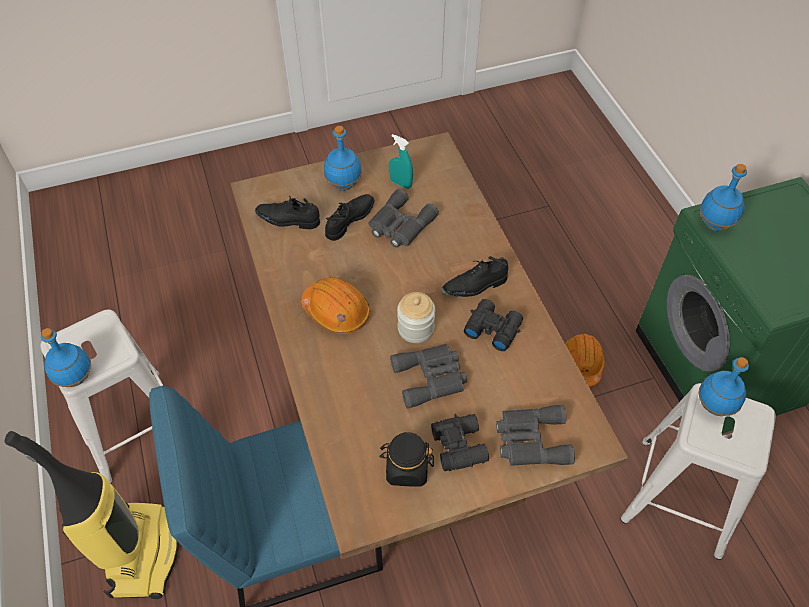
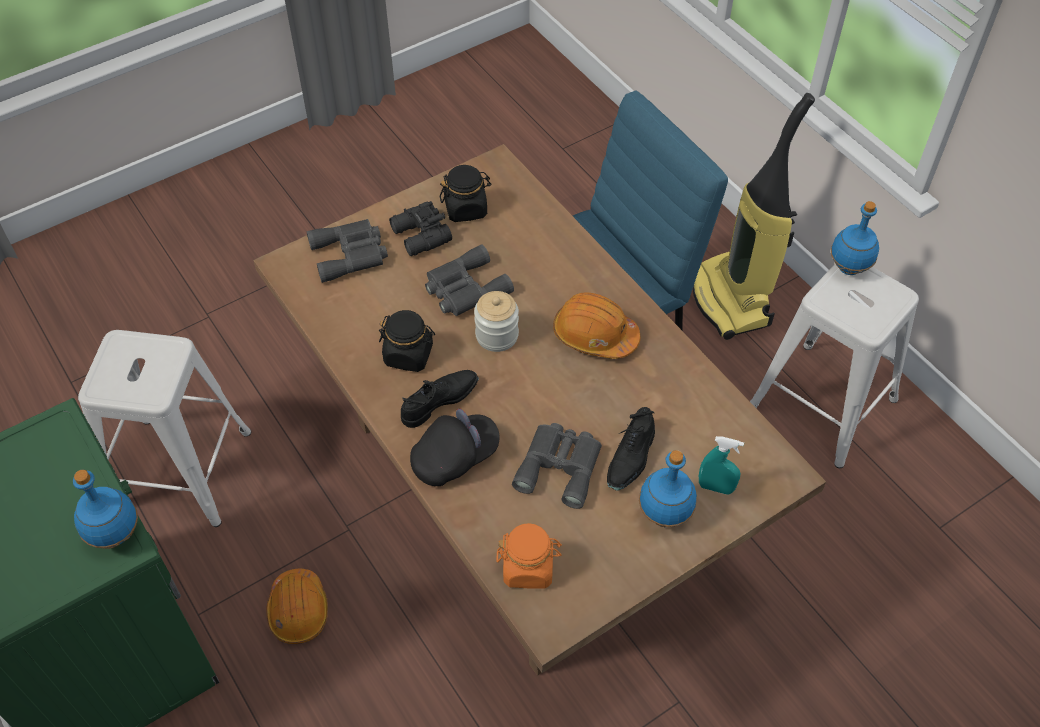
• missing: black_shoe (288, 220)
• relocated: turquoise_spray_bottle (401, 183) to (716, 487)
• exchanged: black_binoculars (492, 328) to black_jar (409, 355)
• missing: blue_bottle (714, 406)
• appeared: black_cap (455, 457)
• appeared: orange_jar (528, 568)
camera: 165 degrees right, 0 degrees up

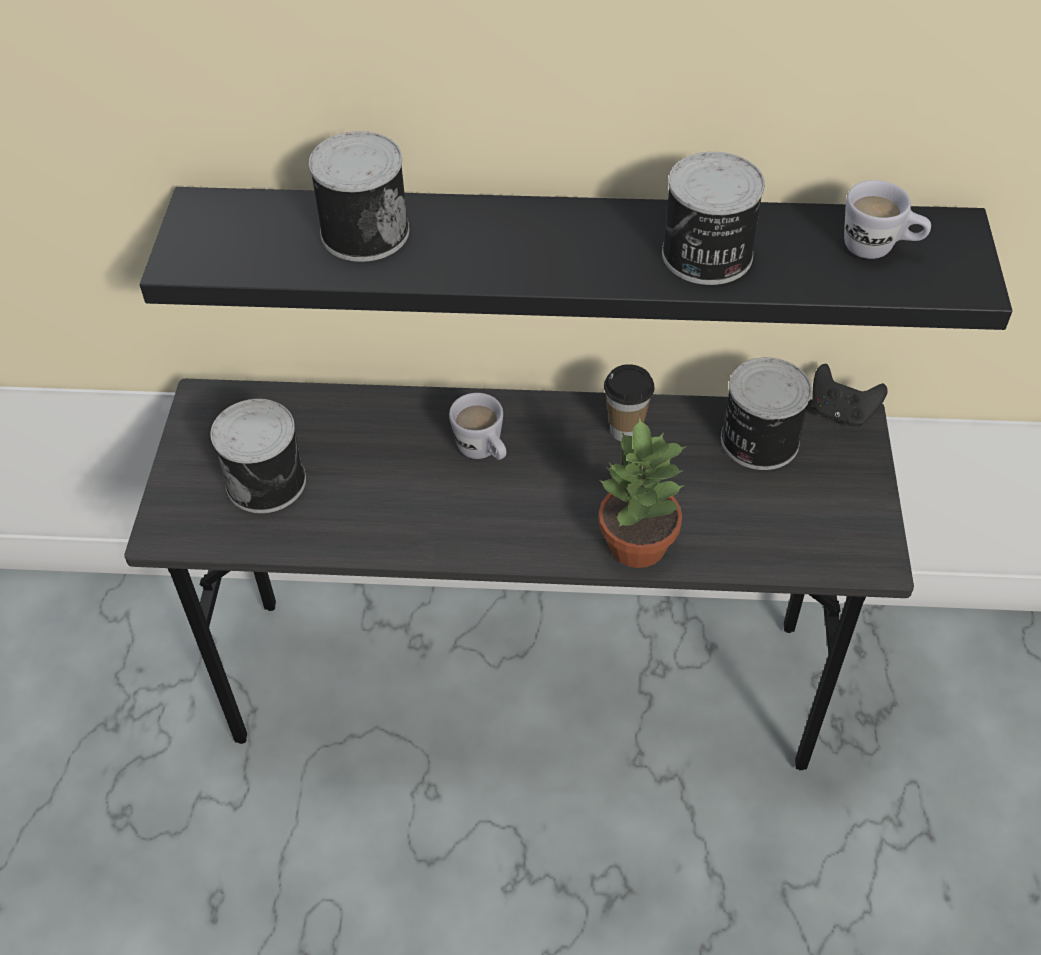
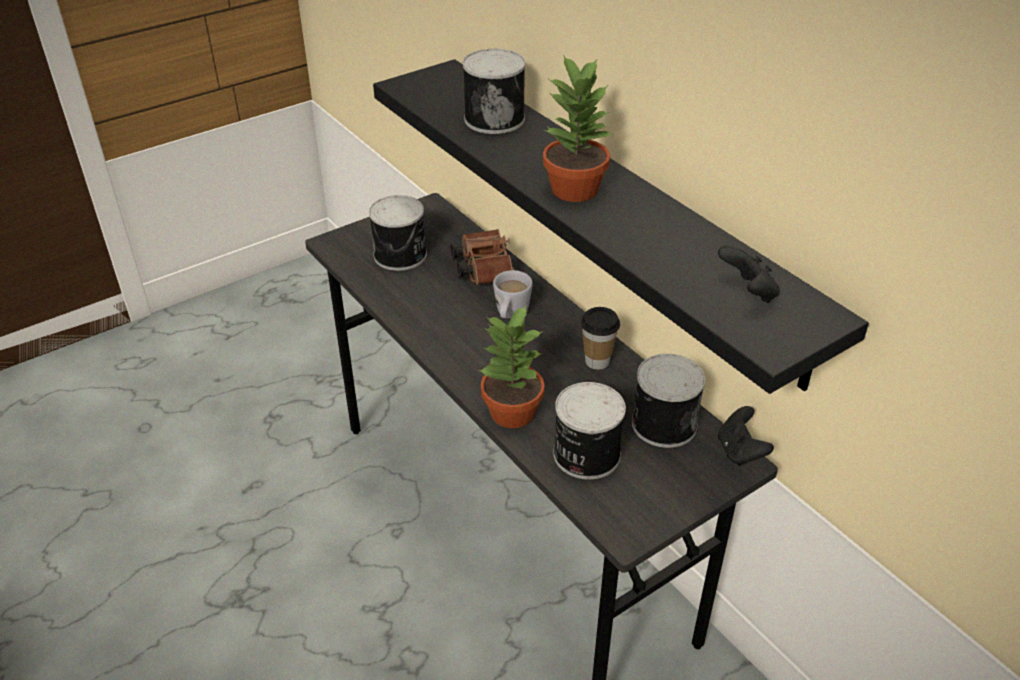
• relocated: can (706, 256) to (585, 455)
• exchanged: white_mug (879, 249) to black_game_controller (748, 292)
• appeared: brown_binoculars (483, 268)
• appeared: potted_plant (575, 188)
camera: 50 degrees right, 10 degrees down

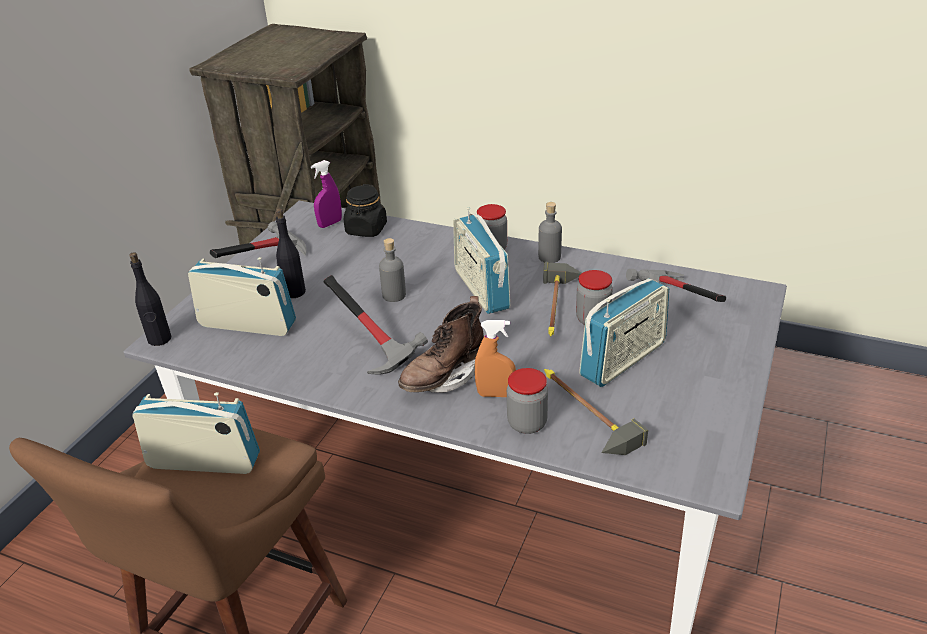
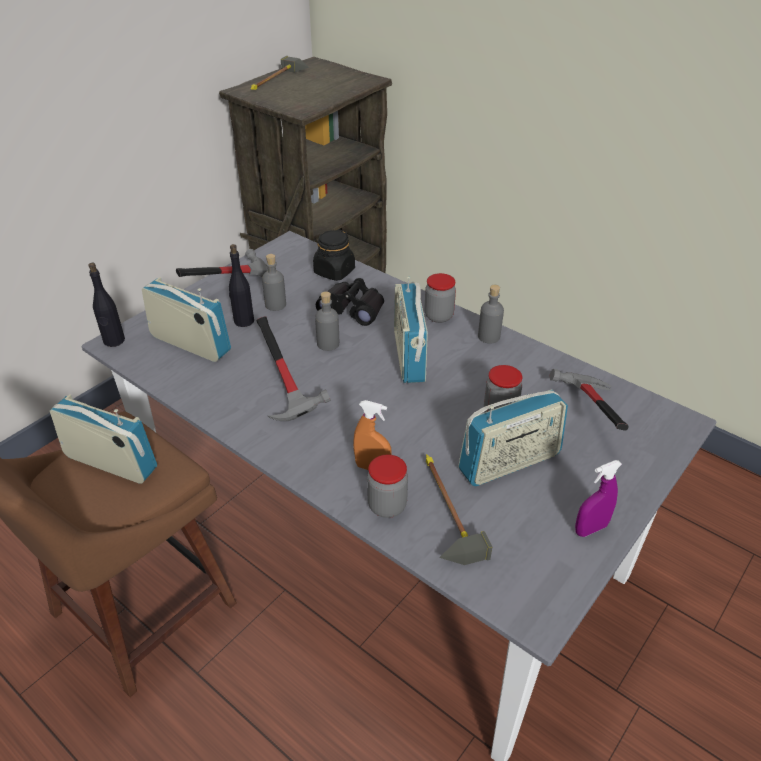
• relocated: purple_spray_bottle (330, 224) to (590, 529)
• missing: brown_boot (444, 377)
• relocated: hammer (561, 308) to (278, 82)
• appeared: grey_bottle (275, 305)
• appeared: black_binoculars (353, 309)
camera: 15 degrees right, 5 degrees up

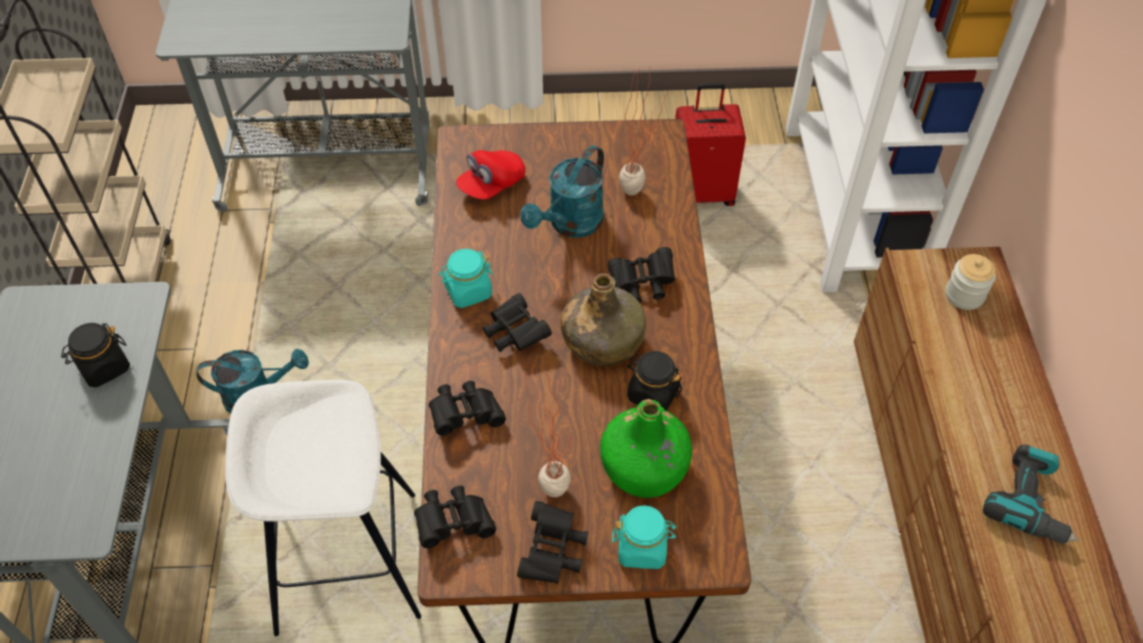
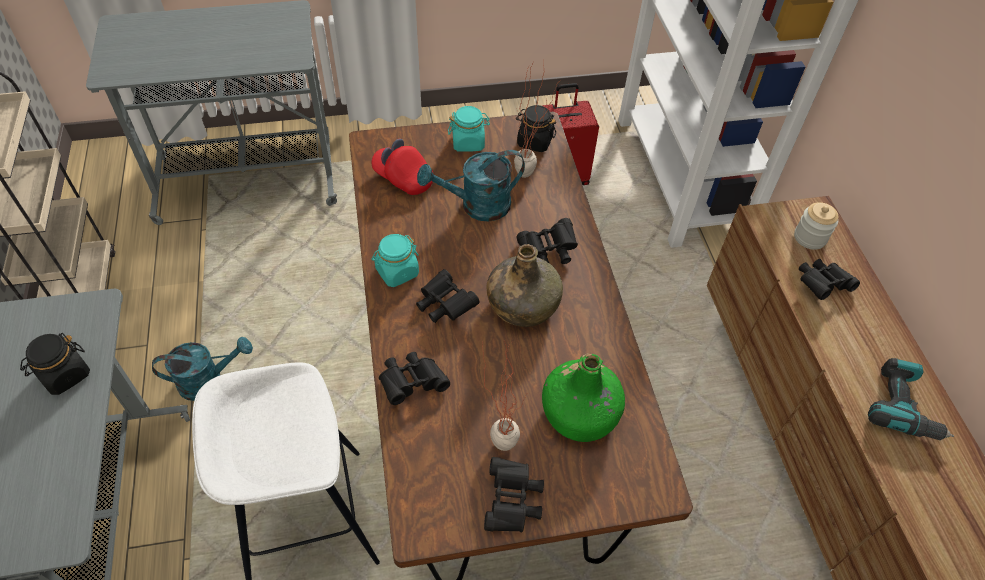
• relocated: black_binoculars (454, 523) to (821, 285)
• spun: red_cap (491, 185) = (403, 178) 90 degrees clockwise
• spun: turquoise_watering_can (570, 224) = (477, 206) 45 degrees clockwise
• relocated: turquoise_jar (642, 548) to (468, 142)
• relocated: black_jar (652, 394) to (534, 141)
camera: 10 degrees left, 0 degrees up

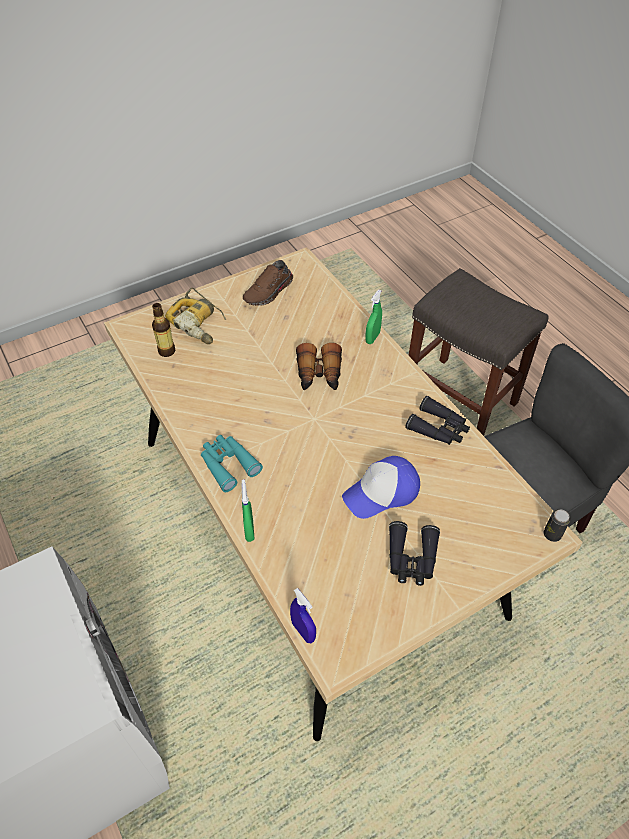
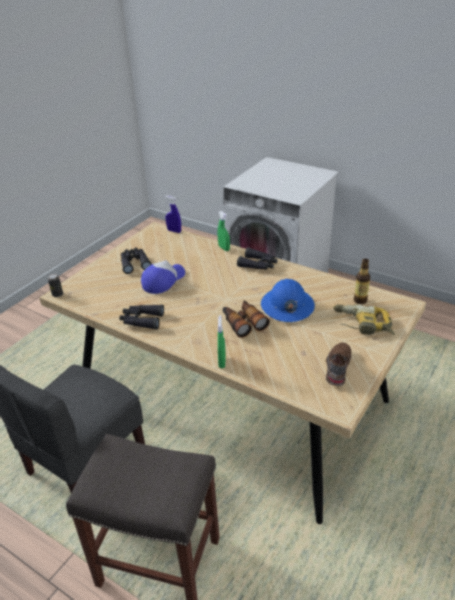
• colour: turquoise_binoculars (228, 464) to black_binoculars (258, 265)
• appeared: blue_hard_hat (287, 306)
camera: 155 degrees right, 15 degrees down

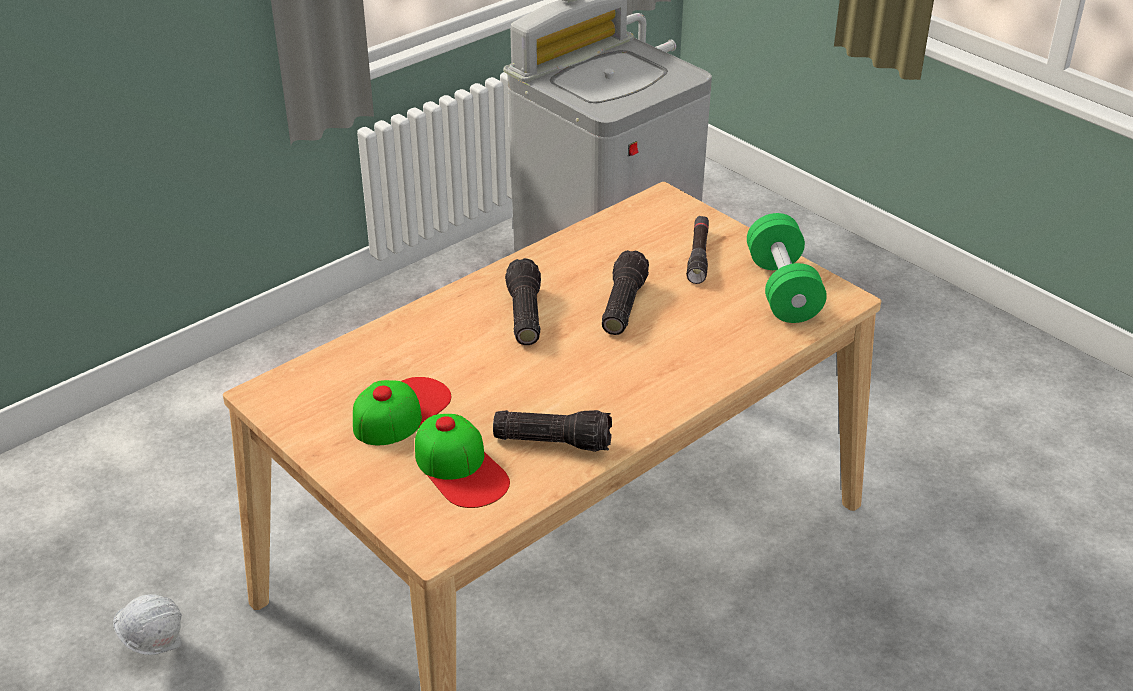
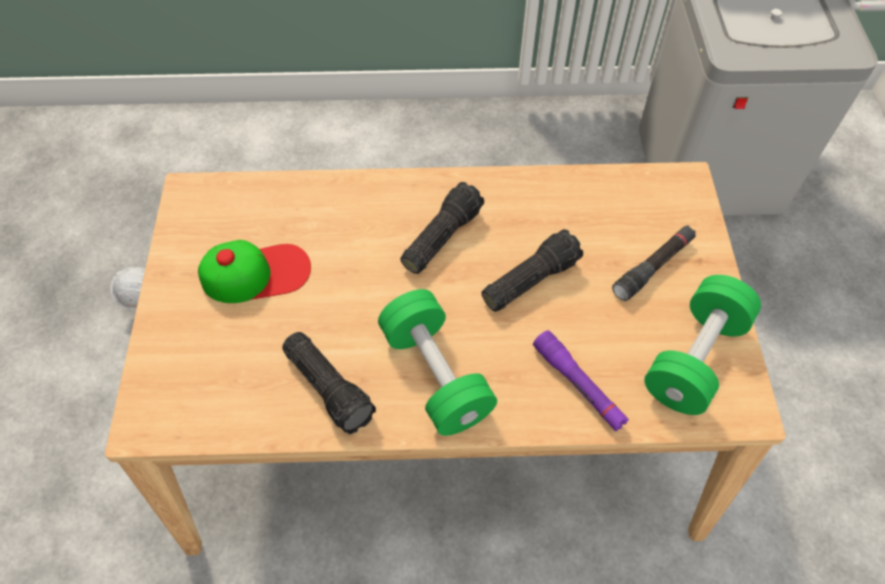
• missing: cap (460, 468)
• appeared: green_dumbbell (436, 375)
• appeared: purple_flashlight (578, 385)
camera: 40 degrees right, 20 degrees up

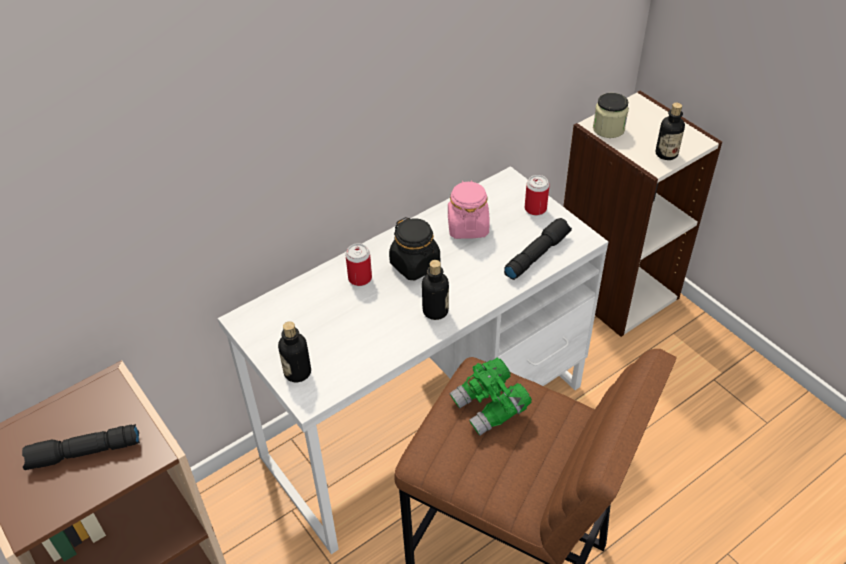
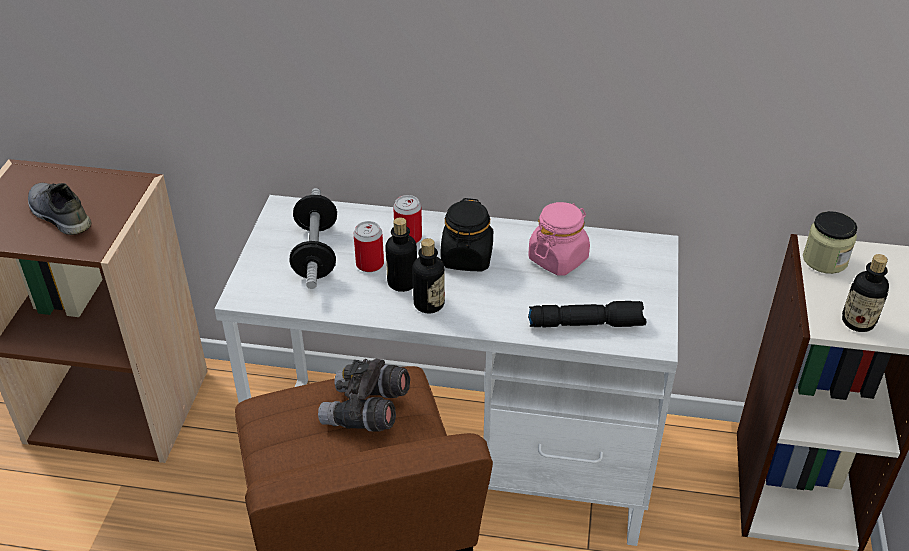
• exchanged: black_flashlight (83, 453) to grey_shoe (58, 216)
• relocated: bottle (297, 372) to (402, 282)
• colour: green_binoculars (490, 407) to grey_binoculars (366, 412)
• relocated: can (535, 209) to (370, 264)
• appeared: dumbbell (315, 253)
camera: 45 degrees right, 5 degrees down

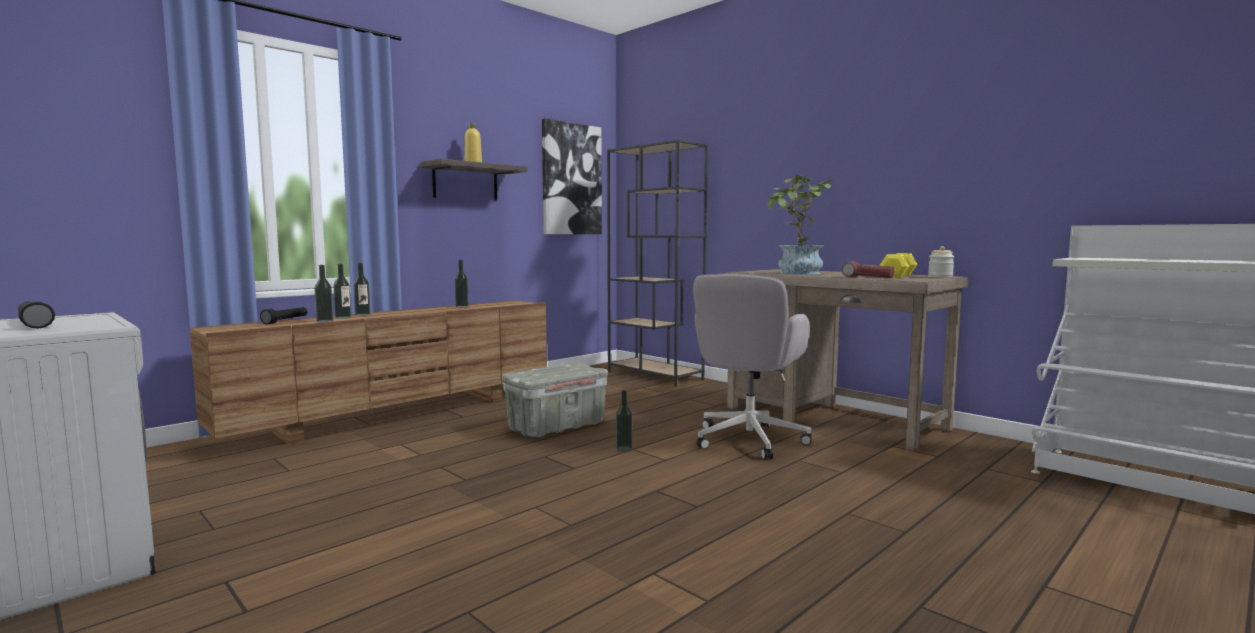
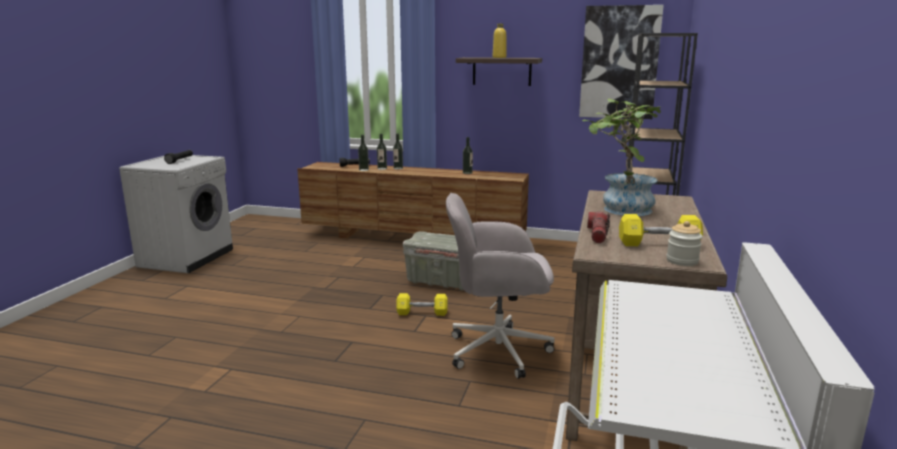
• exchanged: bottle (624, 449) to yellow_dumbbell (422, 313)
camera: 60 degrees right, 10 degrees up

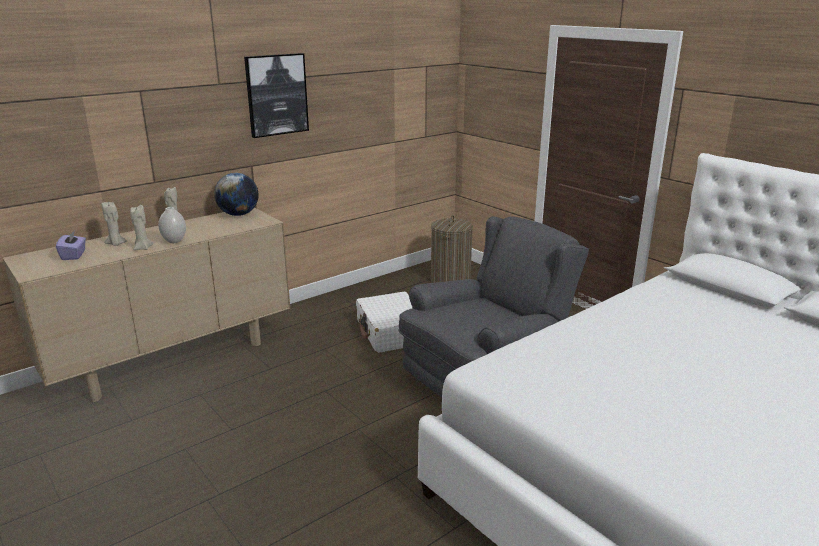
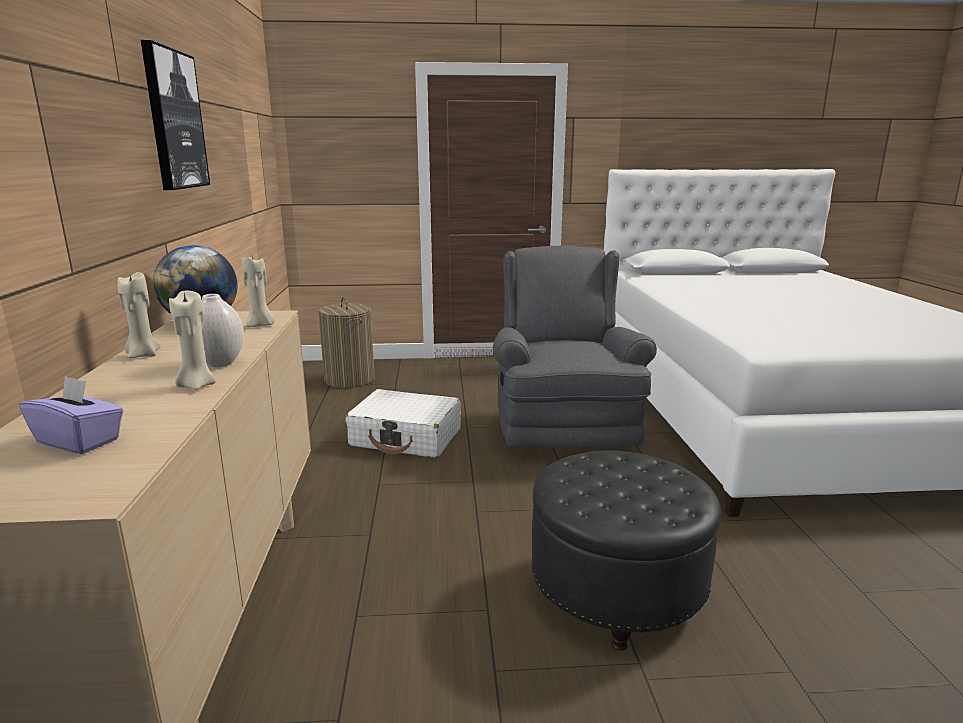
• relocated: beige_candle (116, 244) to (261, 325)
• appeared: black_ottoman (616, 592)
camera: 55 degrees left, 5 degrees down

